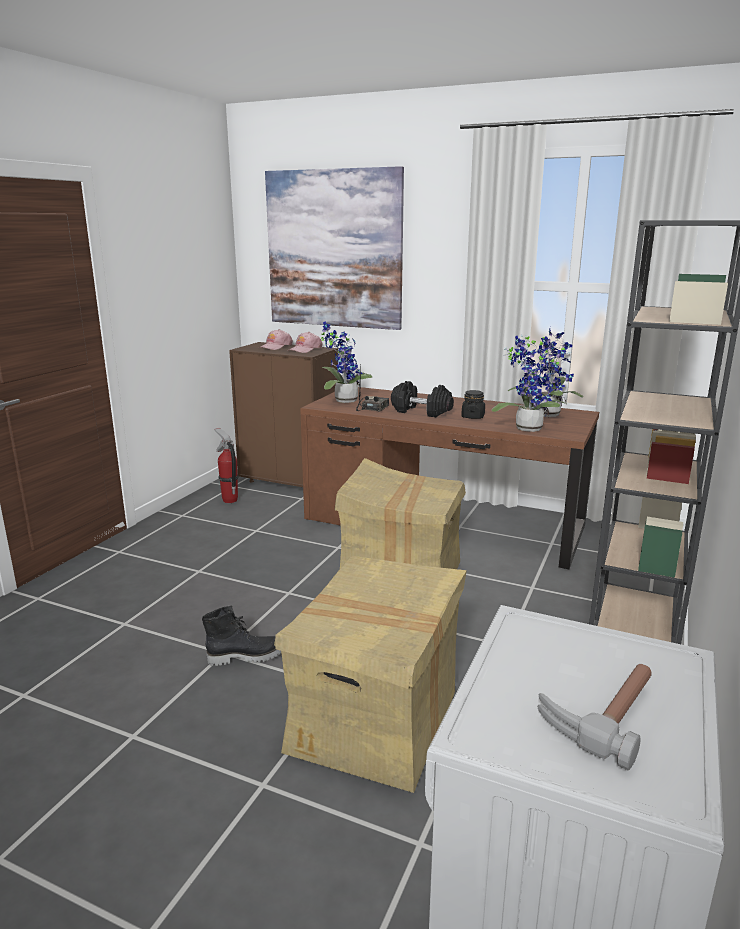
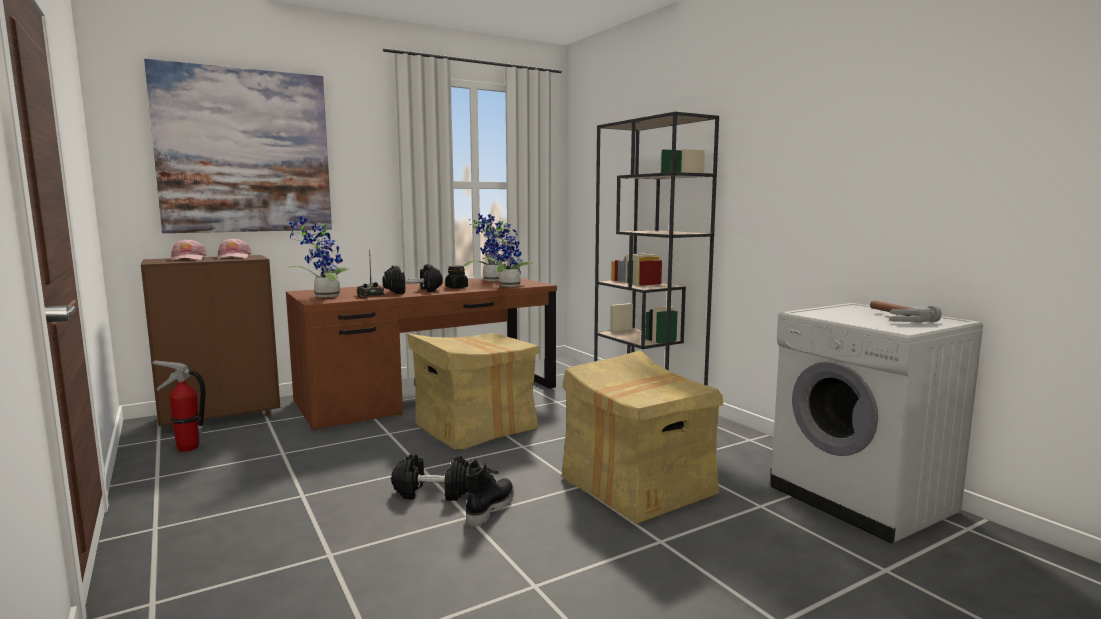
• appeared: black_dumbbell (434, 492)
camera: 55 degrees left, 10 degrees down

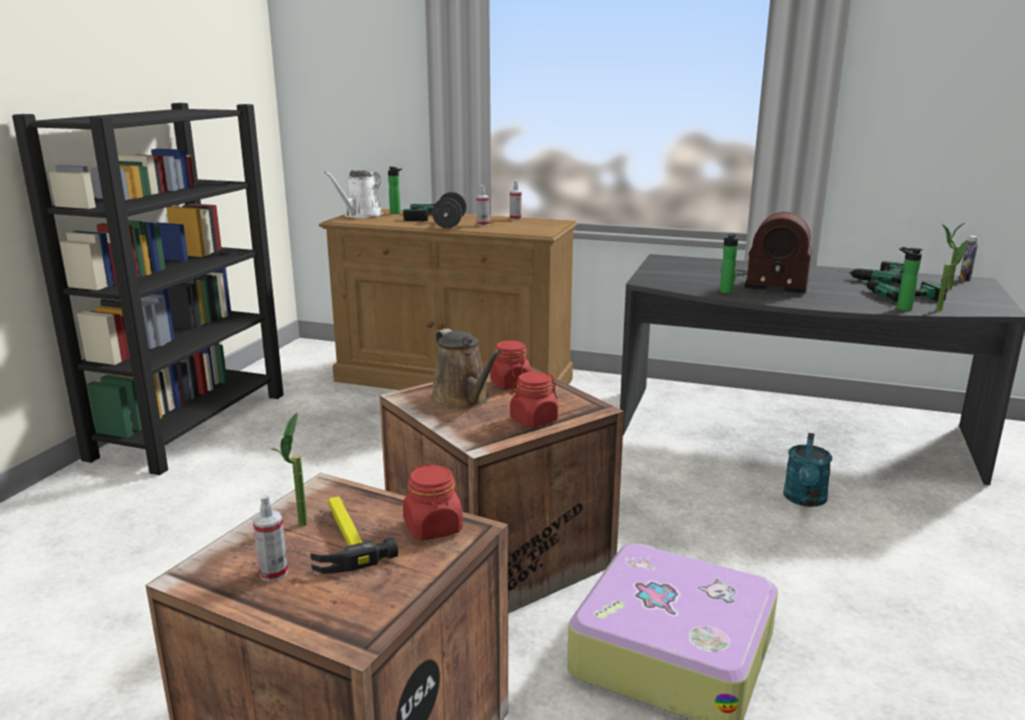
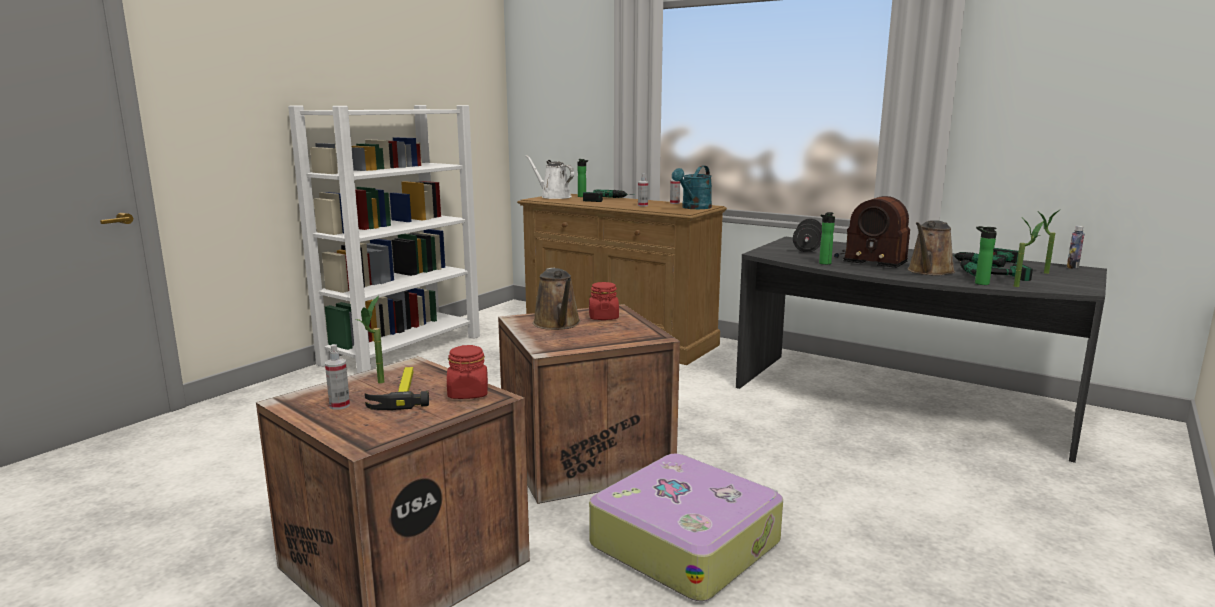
• colour: black_bookcase (191, 425) to white_bookcase (402, 350)
• spun: white_watering_can (360, 215) = (553, 197) 90 degrees clockwise
• relocated: black_dumbbell (450, 224) to (807, 248)
• missing: red_jar (533, 420)
• relocated: turquoise_watering_can (805, 500) to (694, 208)
• appeared: brown_watering_can (929, 271)
camera: 15 degrees right, 5 degrees down

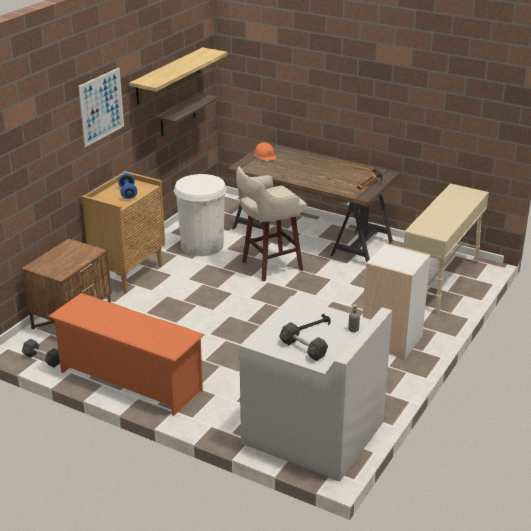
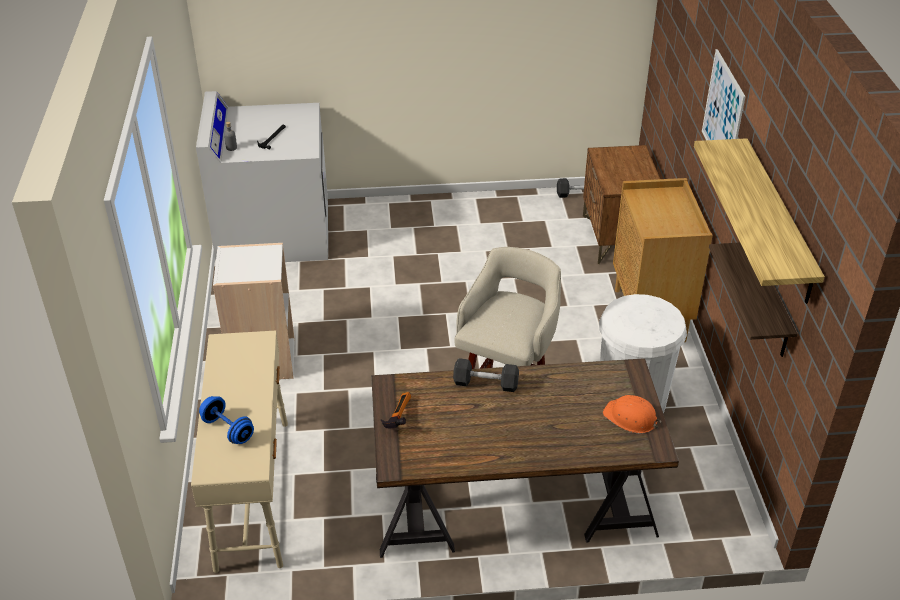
• missing: orange_shoe_rack (129, 381)
• relocated: blue_dumbbell (128, 193) to (228, 430)
• relocated: grey_dumbbell (303, 349) to (485, 383)
camera: 145 degrees right, 10 degrees up

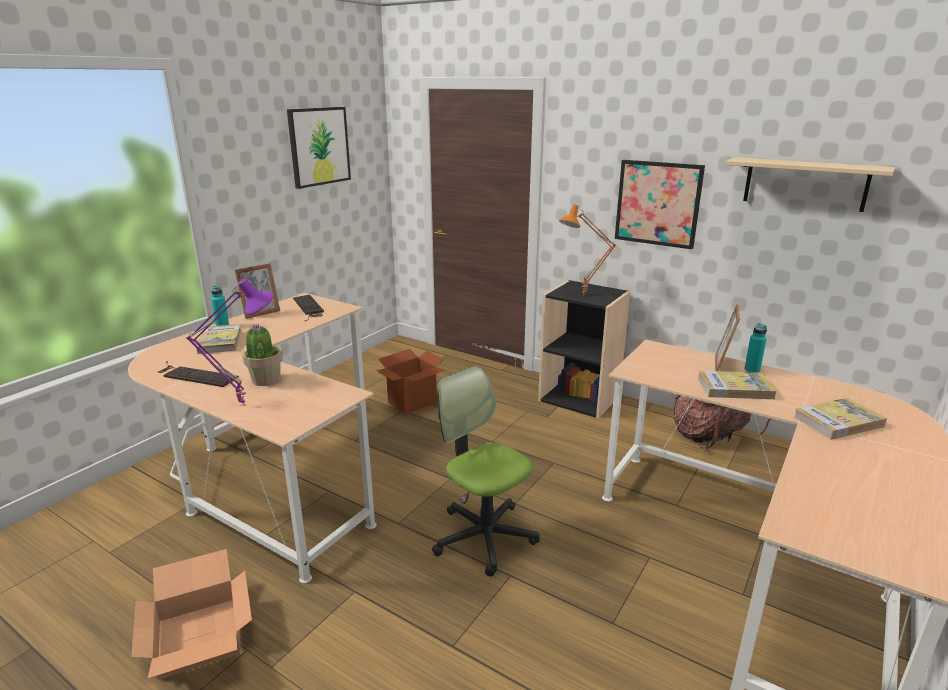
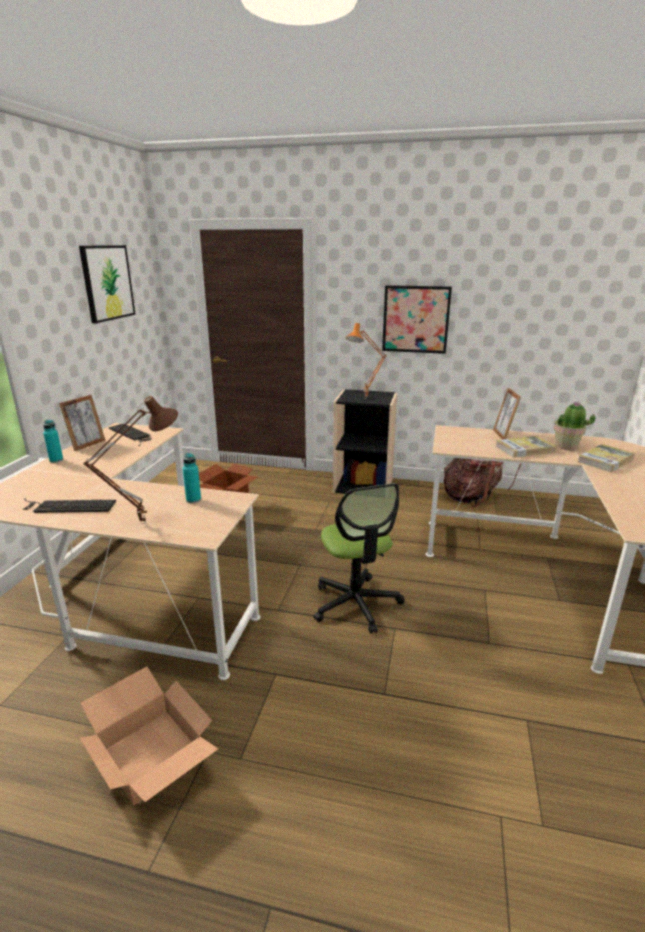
• colour: purple_table_lamp (244, 404) to brown_table_lamp (144, 522)
• missing: book (220, 341)
• relocated: potted_plant (266, 380) to (566, 446)
• spun: office_chair (484, 536) = (356, 604) 135 degrees counterclockwise
• missing: beige_shelf (805, 184)
• relocated: turquoise_bottle (752, 370) to (193, 500)
camera: 20 degrees left, 0 degrees up

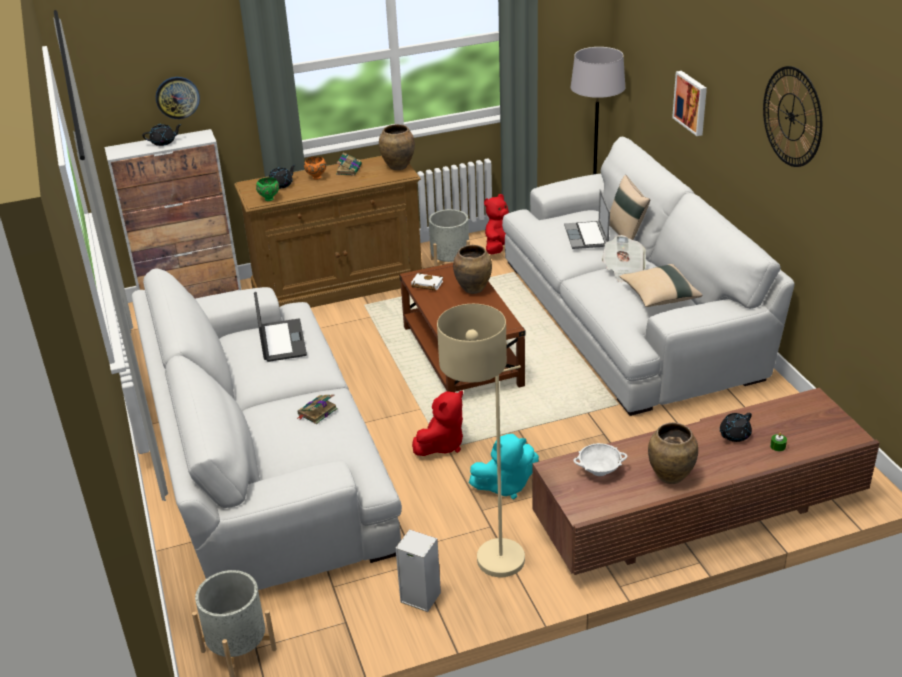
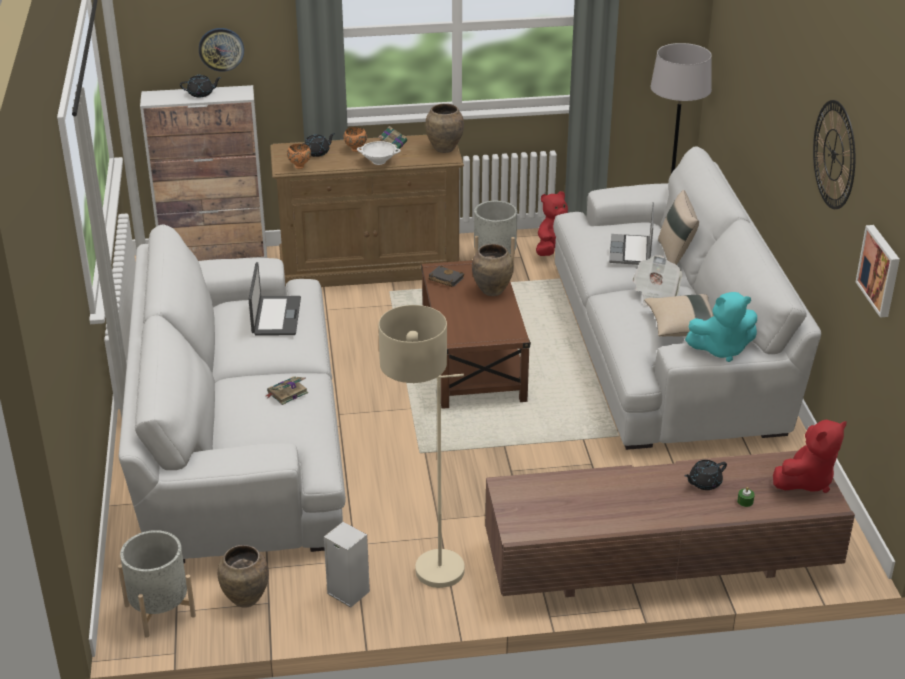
• colour: green_bowl (269, 199) to orange_bowl (300, 166)
• colour: white_book (426, 284) to black_book (444, 279)
• relocated: red_plush_toy (442, 444) to (806, 480)
• relocated: turquoise_plush_toy (505, 485) to (722, 349)
• relocated: white_bowl (599, 470) to (379, 161)
• relocated: brown_vase (670, 476) to (245, 599)
• relocated: picture (691, 102) to (880, 270)
camera: 10 degrees right, 0 degrees up

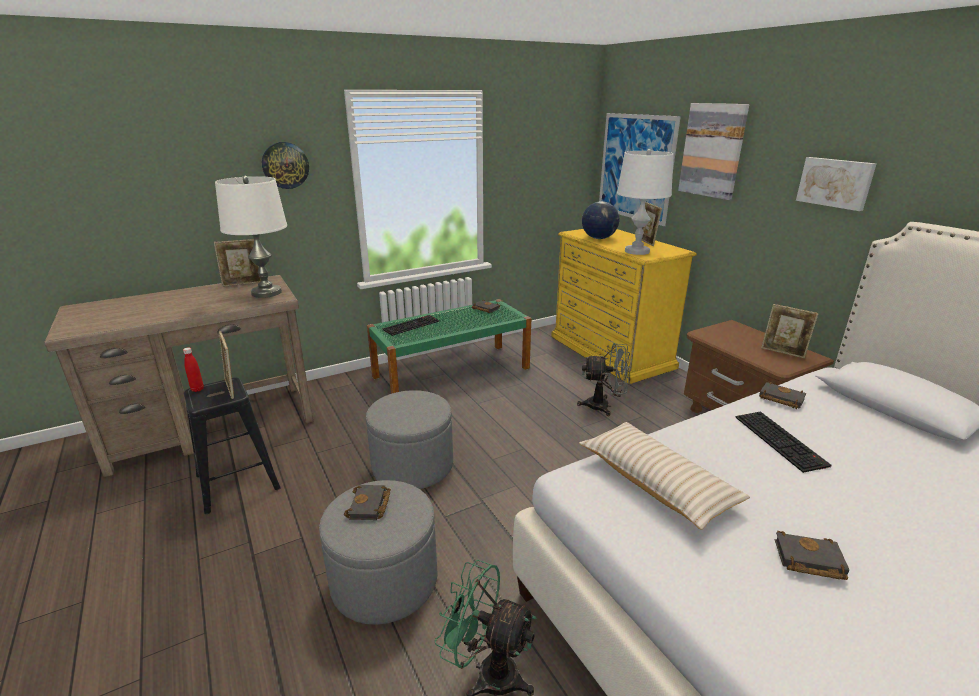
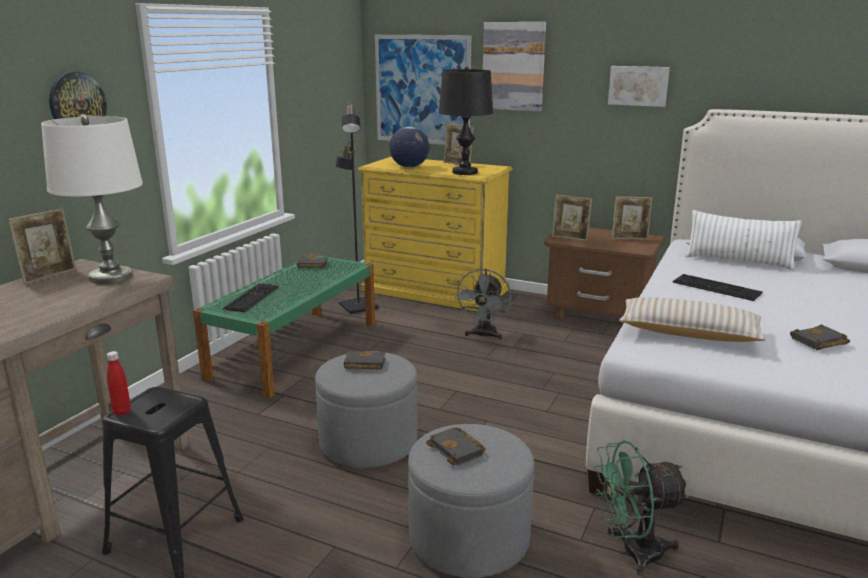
• relocated: picture_frame (231, 388) to (570, 238)
• spun: grey_fan (604, 406) = (484, 336) 135 degrees clockwise
• colour: white_table_lamp (636, 251) to black_table_lamp (464, 172)
• relocated: black_book (779, 399) to (363, 364)
• appeared: black_floor_lamp (358, 306)
• appeared: white_pillow (738, 261)
camera: 35 degrees left, 5 degrees down

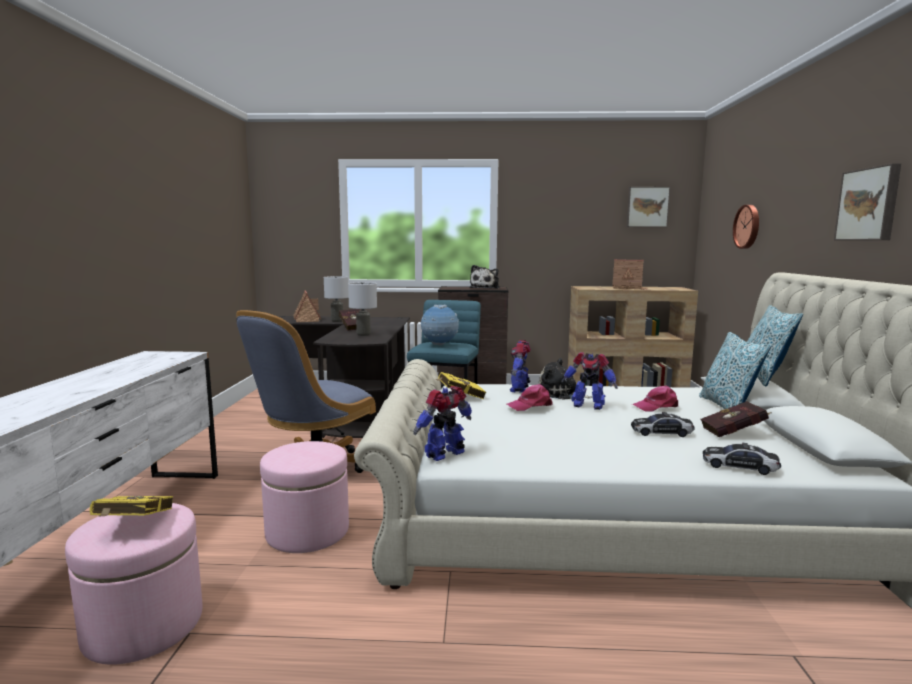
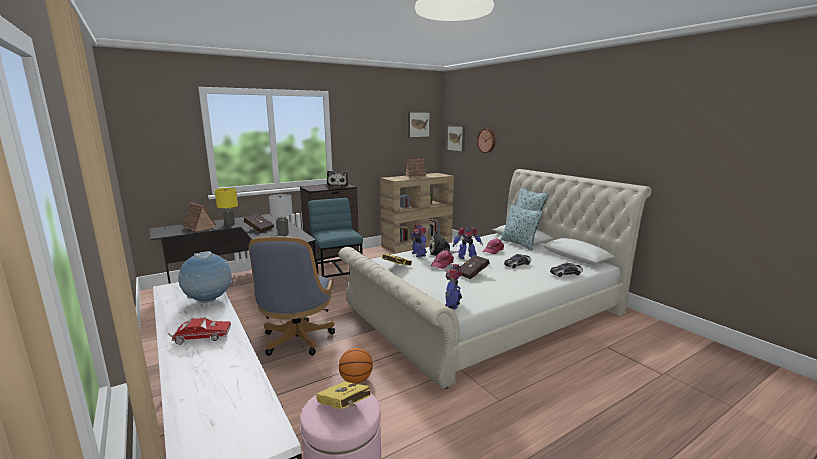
• exchanged: pink_ottoman (307, 531) to basketball (356, 380)
• colour: white_table_lamp (337, 321) to yellow_table_lamp (230, 225)
• relocated: globe (439, 345) to (209, 301)
• relocated: red_book (735, 433) to (473, 274)
• relocated: picture (869, 204) to (457, 138)
• appeared: toy_truck (199, 339)
camera: 35 degrees left, 5 degrees up

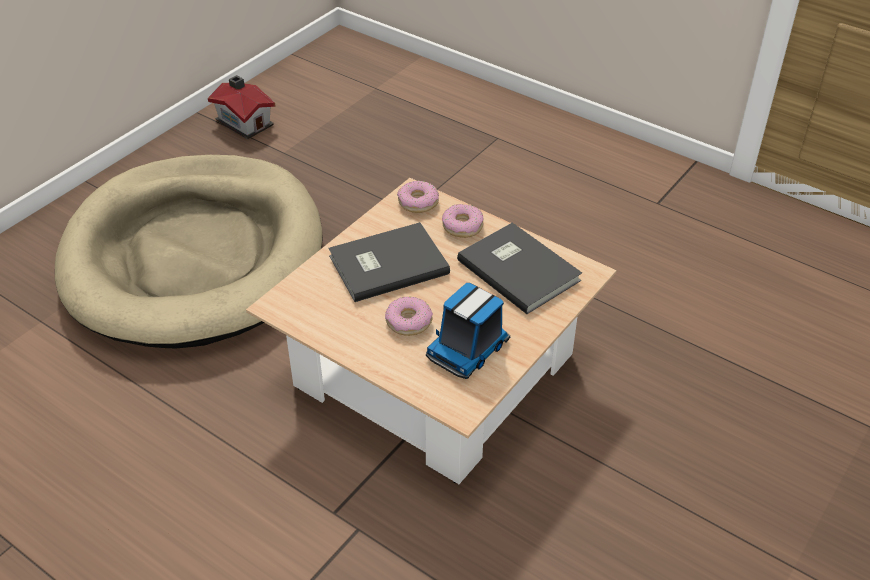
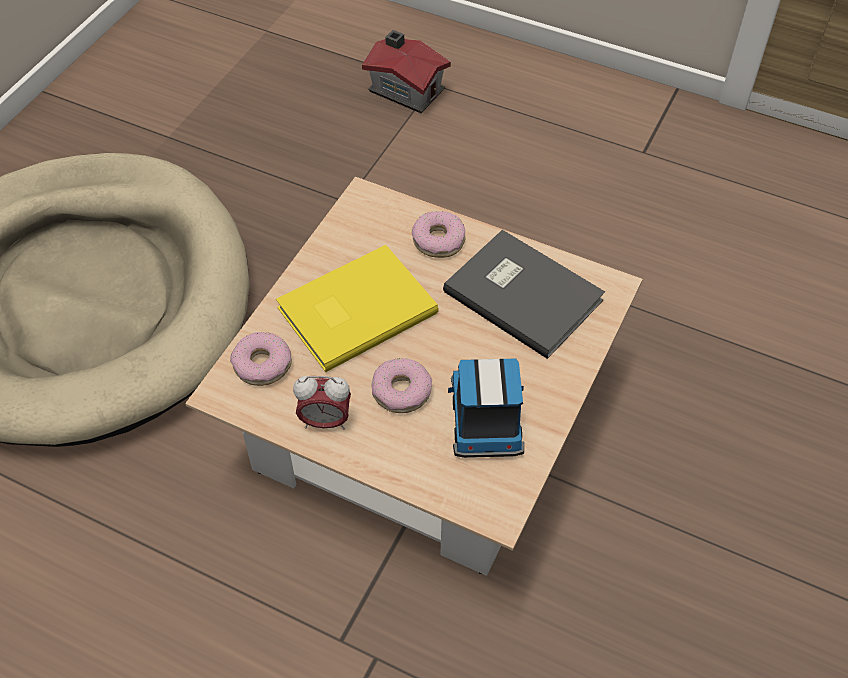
• relocated: toy_house (245, 122) to (406, 88)
• colour: grey_book (386, 263) to yellow_book (353, 309)
• relocated: donut (418, 202) to (262, 364)
• spun: toy_truck (468, 348) = (486, 420) 150 degrees clockwise
• appeared: alarm_clock (325, 421)
camera: 10 degrees left, 10 degrees up

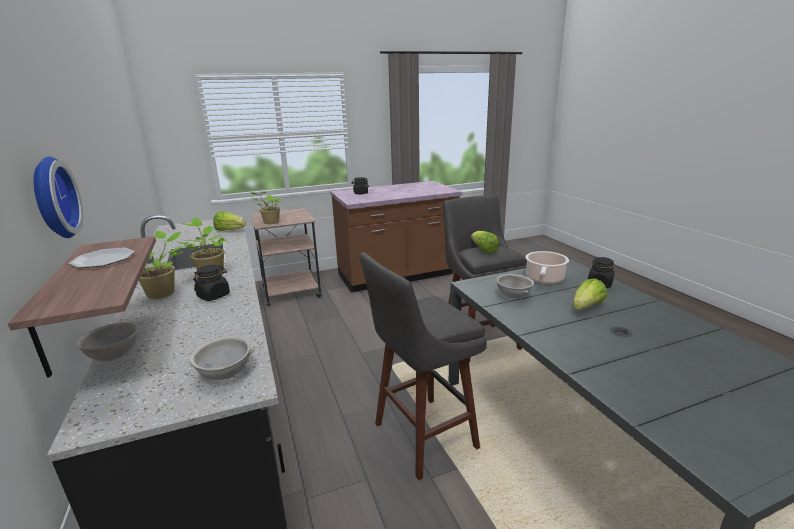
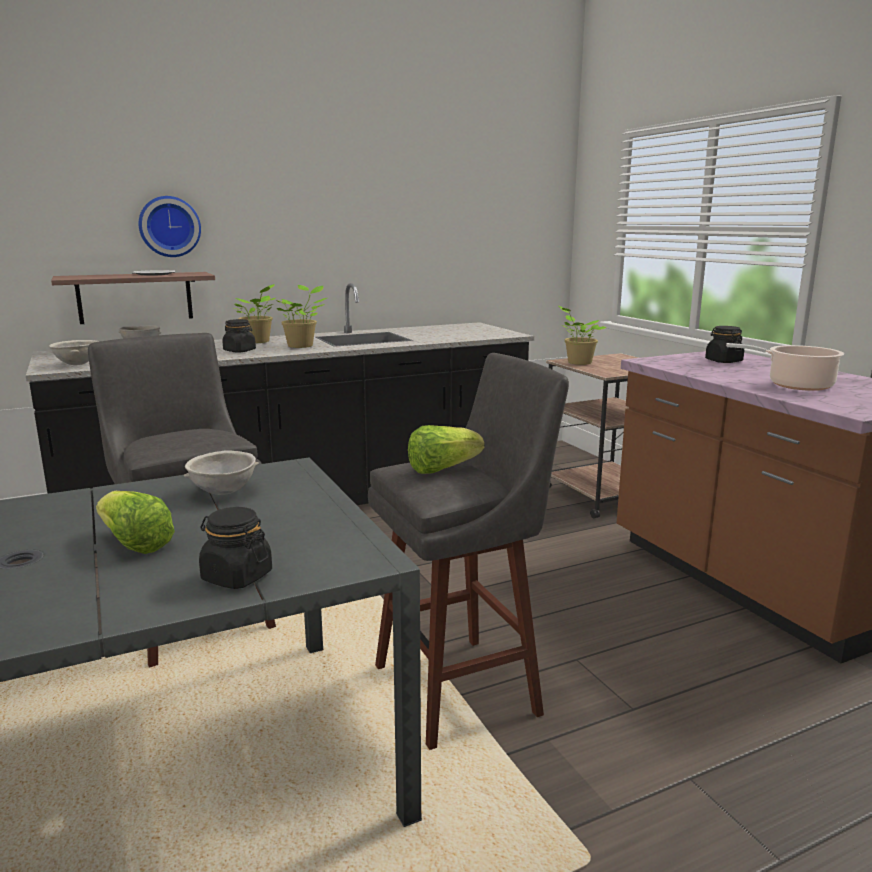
• missing: lettuce (230, 230)
• relocated: cooking_pot (544, 279) to (795, 385)
camera: 85 degrees right, 5 degrees down

